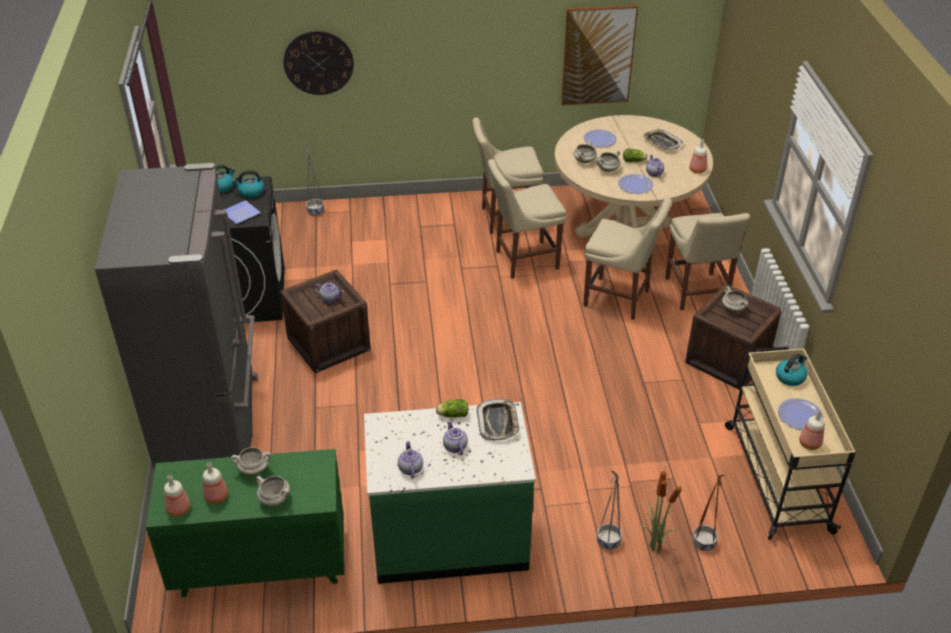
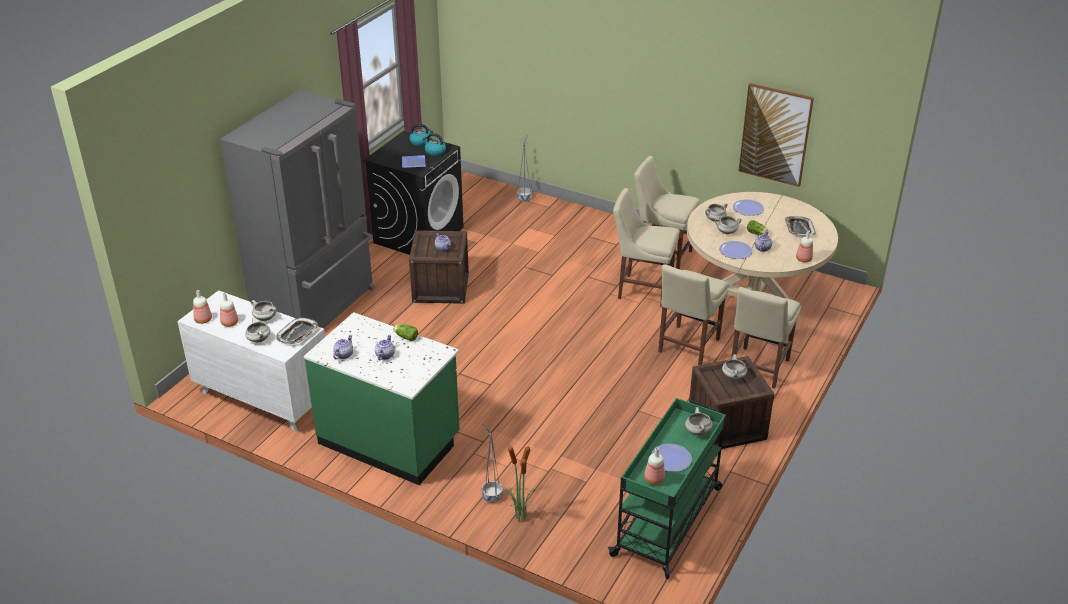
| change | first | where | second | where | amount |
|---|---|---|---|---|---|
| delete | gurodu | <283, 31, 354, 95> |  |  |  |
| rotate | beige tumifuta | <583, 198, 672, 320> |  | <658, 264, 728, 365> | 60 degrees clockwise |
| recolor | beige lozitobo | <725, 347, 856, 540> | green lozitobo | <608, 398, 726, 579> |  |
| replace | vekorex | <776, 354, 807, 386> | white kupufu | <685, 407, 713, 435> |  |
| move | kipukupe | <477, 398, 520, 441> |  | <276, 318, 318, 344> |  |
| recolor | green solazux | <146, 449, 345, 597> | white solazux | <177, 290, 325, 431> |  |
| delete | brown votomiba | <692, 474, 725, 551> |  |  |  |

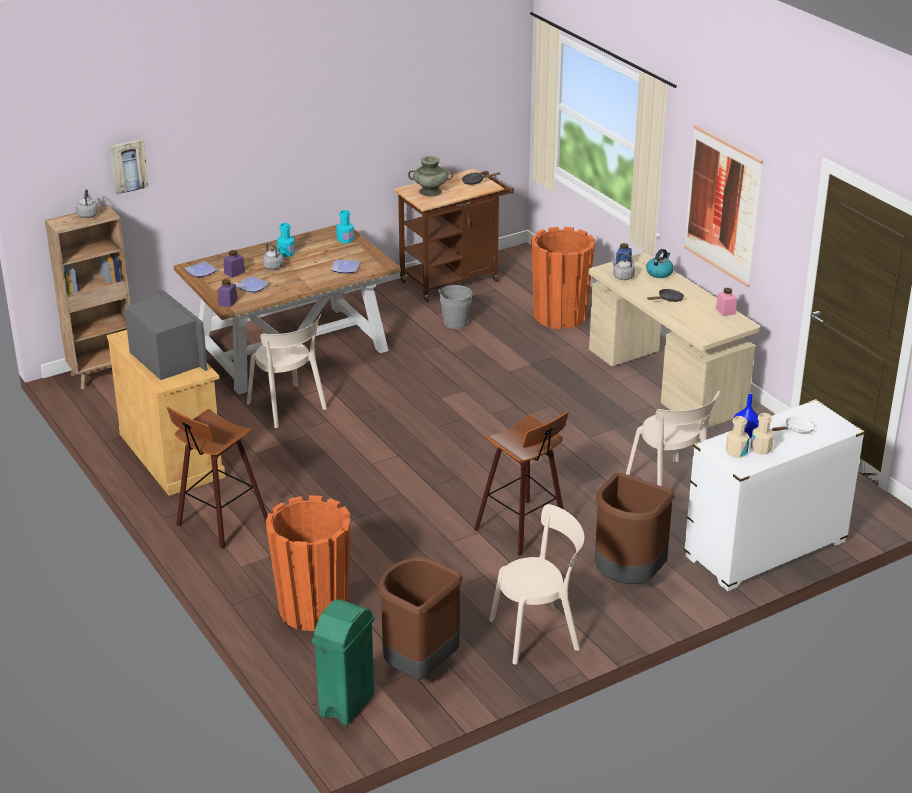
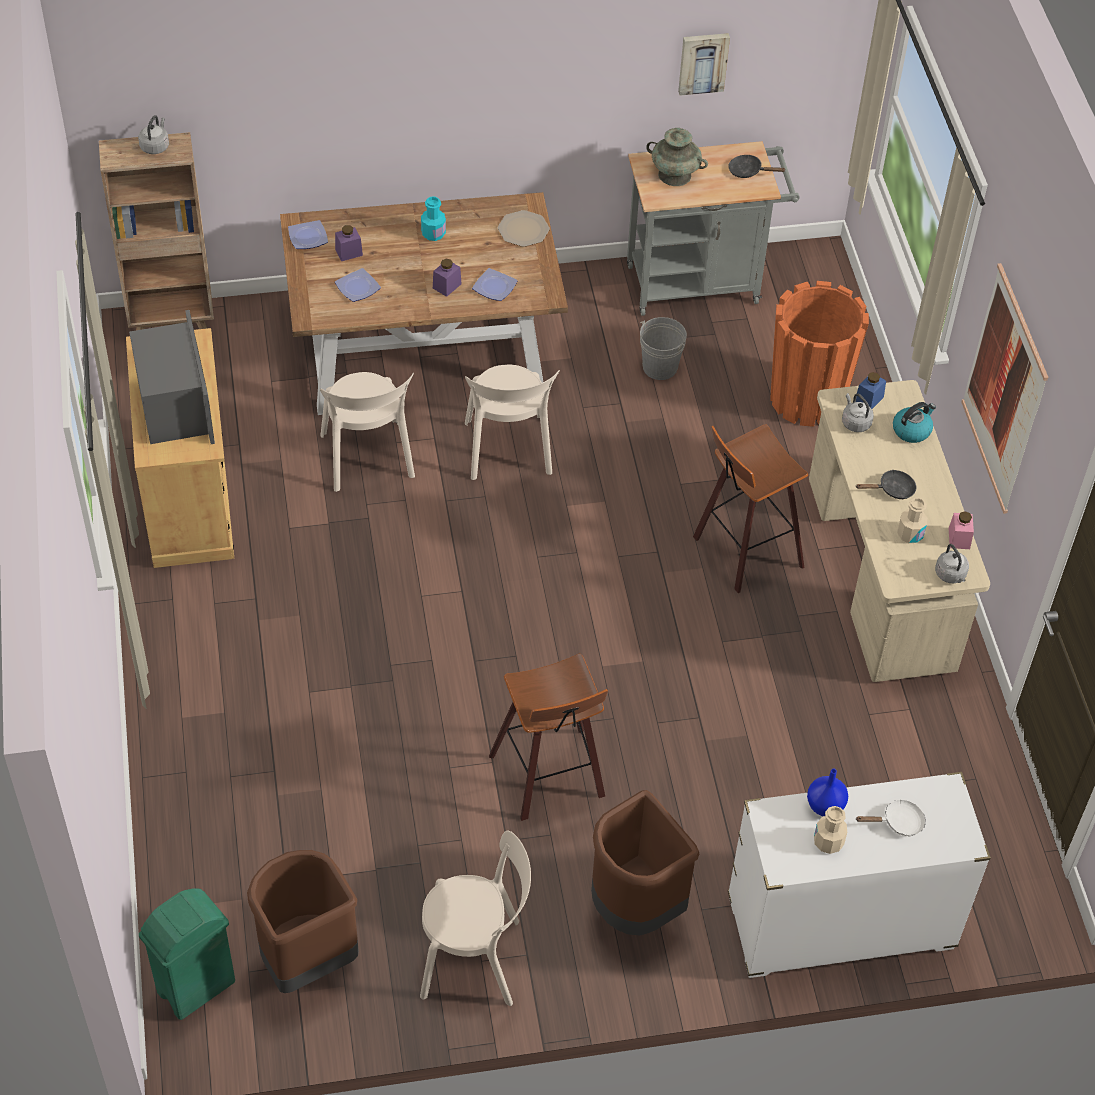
| change | first | where | second | where | amount |
|---|---|---|---|---|---|
| move | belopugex | <110, 139, 149, 195> |  | <678, 33, 730, 96> |  |
| recolor | brown lozitobo | <394, 169, 514, 302> | grey lozitobo | <627, 141, 800, 316> |  |
| replace | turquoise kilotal | <336, 210, 354, 244> | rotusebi | <498, 210, 550, 247> |  |
| move | grey vekorex | <263, 243, 284, 269> |  | <935, 544, 969, 583> |  |
| move | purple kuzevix | <218, 279, 238, 307> |  | <433, 259, 462, 297> |  |
| move | beige tumifuta | <626, 391, 720, 486> |  | <465, 365, 560, 480> |  |
| move | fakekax | <167, 407, 268, 549> |  | <693, 424, 808, 593> |  |
| move | beige kilotal | <726, 416, 750, 458> |  | <897, 498, 928, 543> |  |
| delete | orange votomiba | <266, 495, 351, 631> |  |  |  |

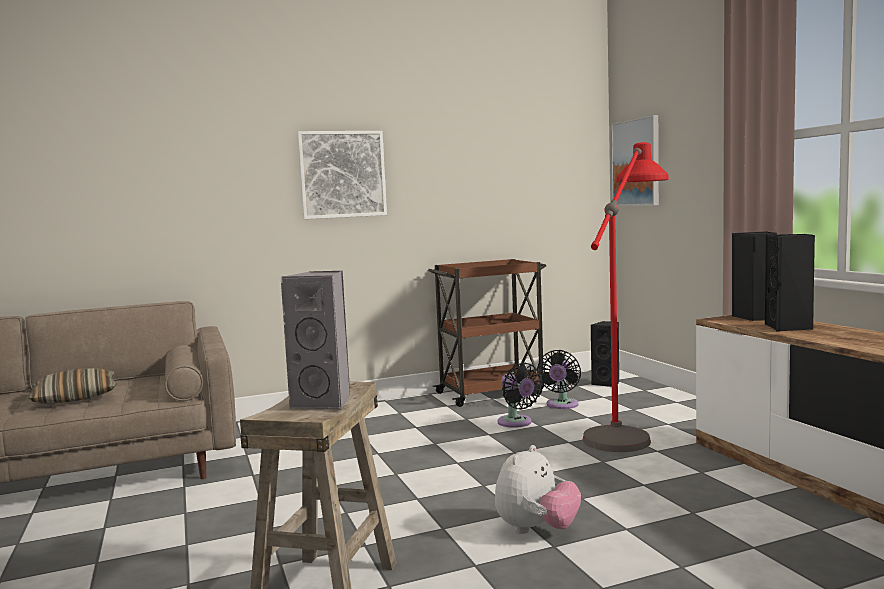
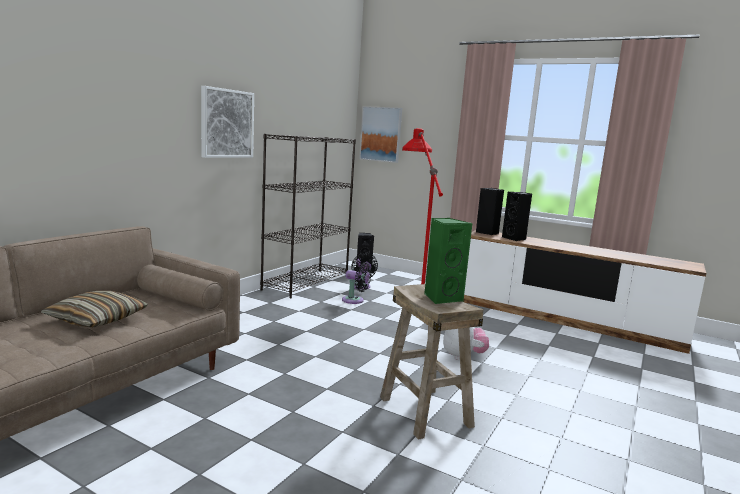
| change | first | where | second | where | amount |
|---|---|---|---|---|---|
| replace | brown lozitobo | <428, 259, 546, 407> | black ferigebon | <260, 134, 356, 298> |  |
| recolor | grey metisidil | <281, 271, 350, 409> | green metisidil | <424, 218, 472, 304> |  |

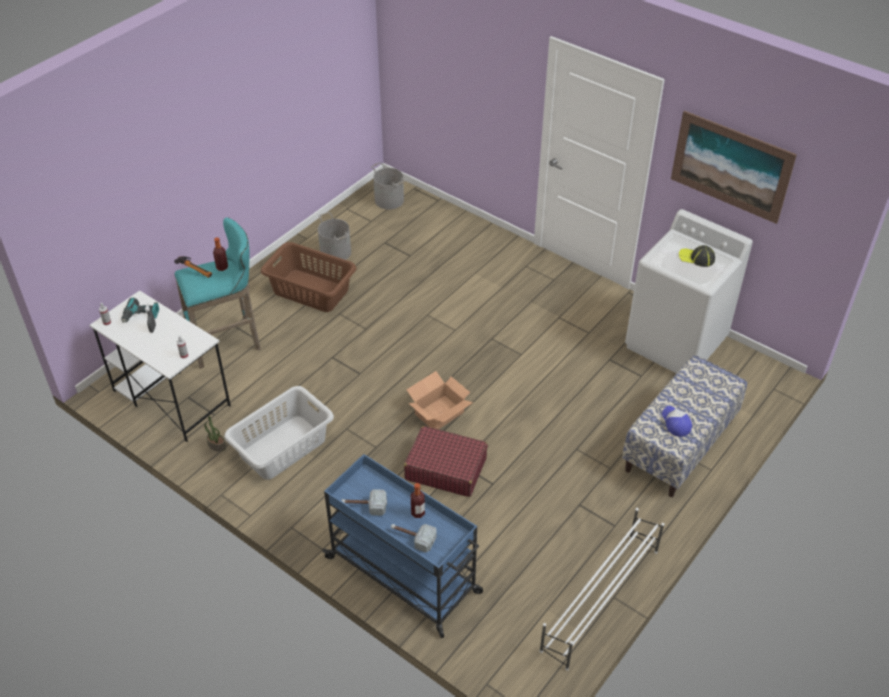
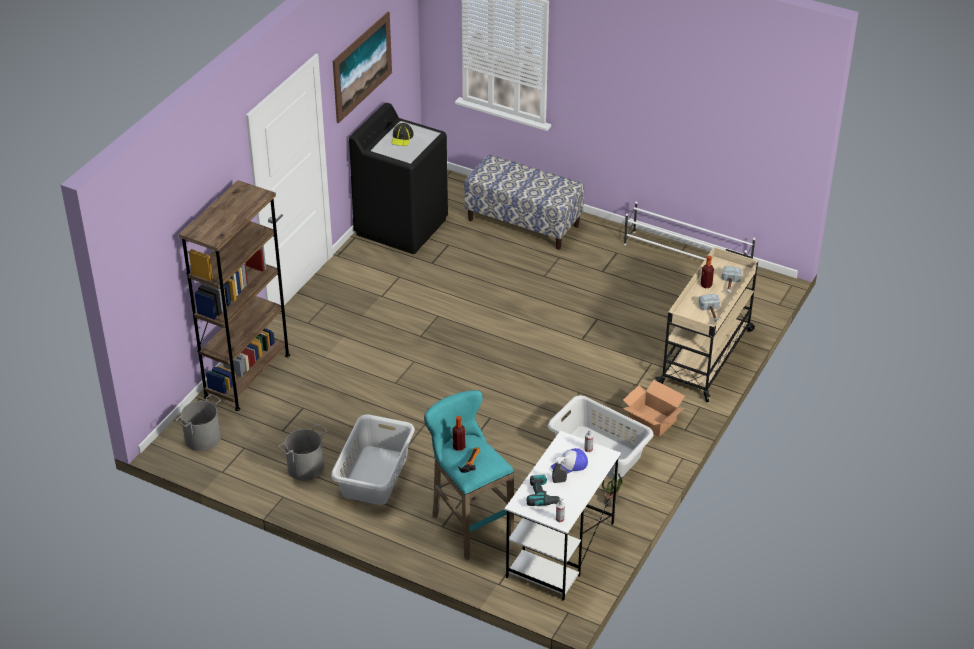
| change | first | where | second | where | amount |
|---|---|---|---|---|---|
| recolor | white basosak | <625, 209, 753, 374> | black basosak | <349, 103, 448, 254> |  |
| recolor | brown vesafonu | <261, 242, 357, 312> | grey vesafonu | <331, 414, 415, 505> |  |
| move | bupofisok | <407, 371, 473, 429> |  | <623, 380, 685, 437> |  |
| move | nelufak | <662, 406, 692, 437> |  | <551, 448, 588, 474> |  |
| delete | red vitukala | <404, 426, 488, 497> |  |  |  |
| recolor | blue lozitobo | <322, 454, 483, 638> | beige lozitobo | <655, 247, 758, 402> |  |
| insert |  |  | brown ferigebon | <178, 180, 290, 411> |  |

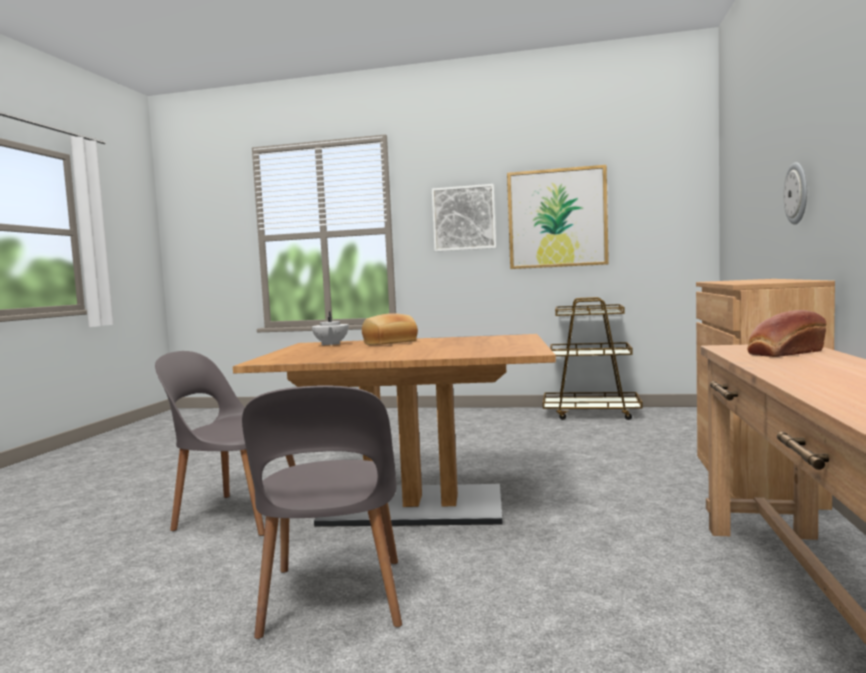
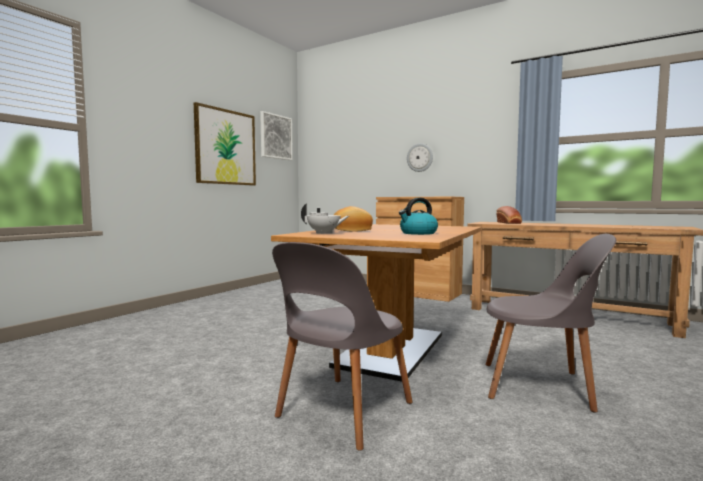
| change | first | where | second | where | amount |
|---|---|---|---|---|---|
| move | belopugex | <432, 184, 497, 252> |  | <260, 111, 293, 160> |  |
| delete | brown lozitobo | <543, 297, 642, 420> |  |  |  |
| insert |  |  | vekorex | <399, 198, 438, 235> |  |

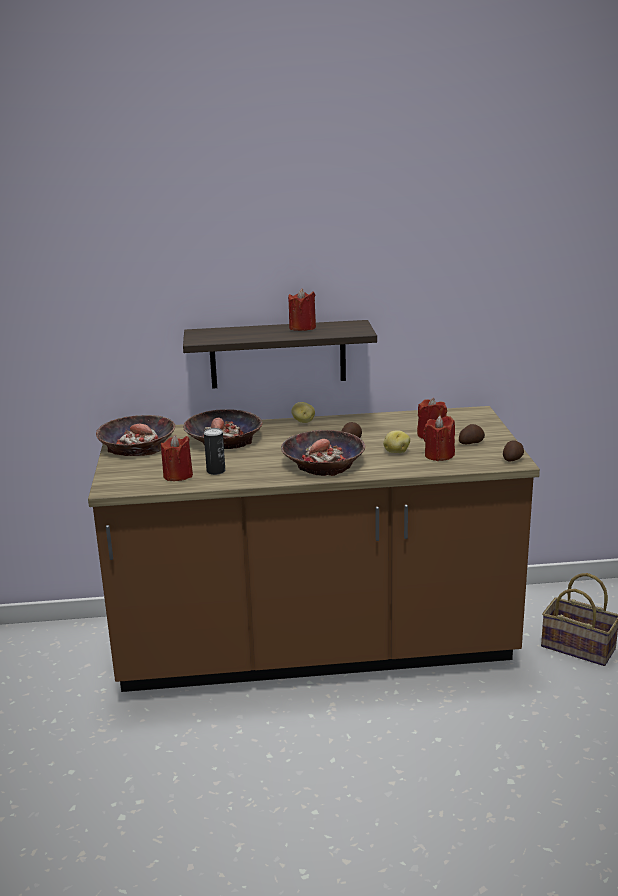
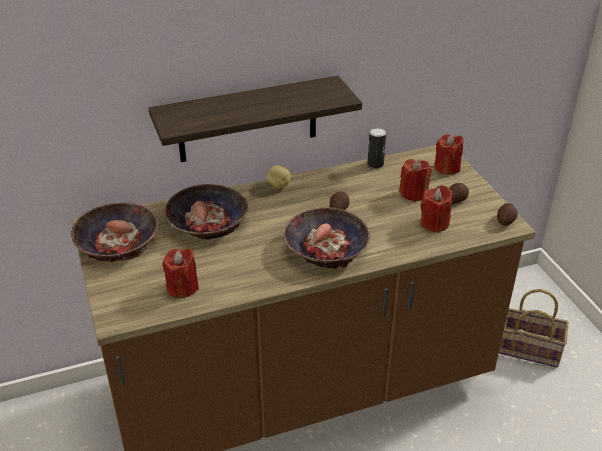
| change | first | where | second | where | amount |
|---|---|---|---|---|---|
| move | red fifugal | <288, 288, 316, 331> |  | <434, 134, 463, 175> |  |
| move | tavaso | <204, 428, 225, 475> |  | <367, 127, 386, 168> |  |
| delete | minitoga | <383, 430, 410, 453> |  |  |  |

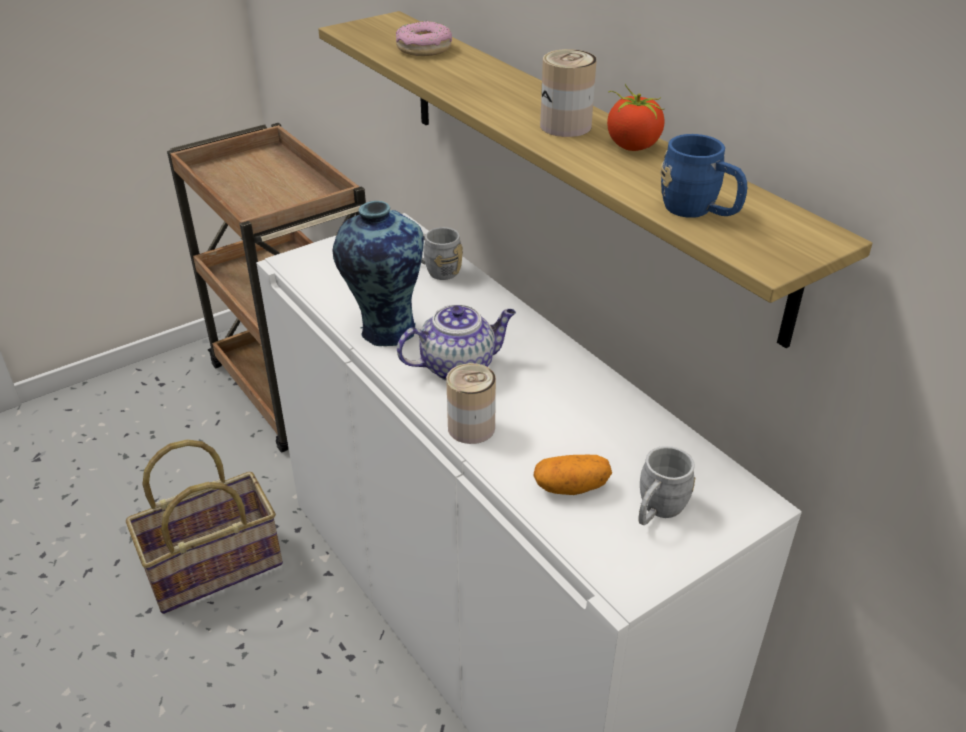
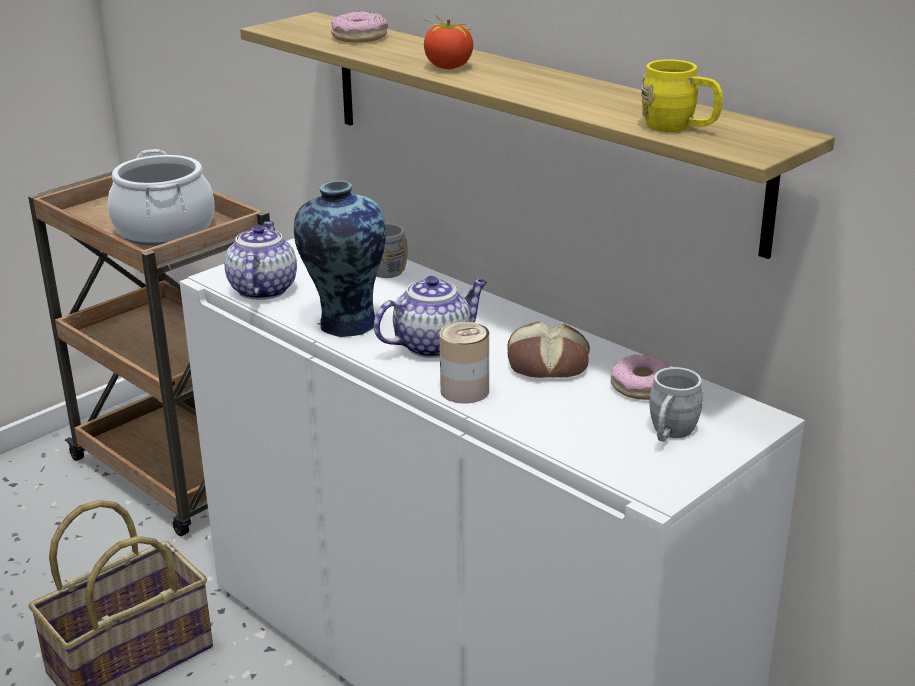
| change | first | where | second | where | amount |
|---|---|---|---|---|---|
| delete | tavaso | <540, 49, 597, 137> |  |  |  |
| move | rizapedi | <607, 84, 665, 151> |  | <422, 16, 473, 69> |  |
| recolor | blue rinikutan | <660, 134, 747, 218> | yellow rinikutan | <641, 59, 723, 132> |  |
| delete | minitoga | <533, 455, 612, 495> |  |  |  |
| insert |  |  | kupufu | <108, 149, 215, 246> |  |
| insert |  |  | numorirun | <224, 221, 297, 300> |  |
| insert |  |  | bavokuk | <507, 322, 590, 378> |  |
| insert |  |  | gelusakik | <610, 355, 671, 400> |  |

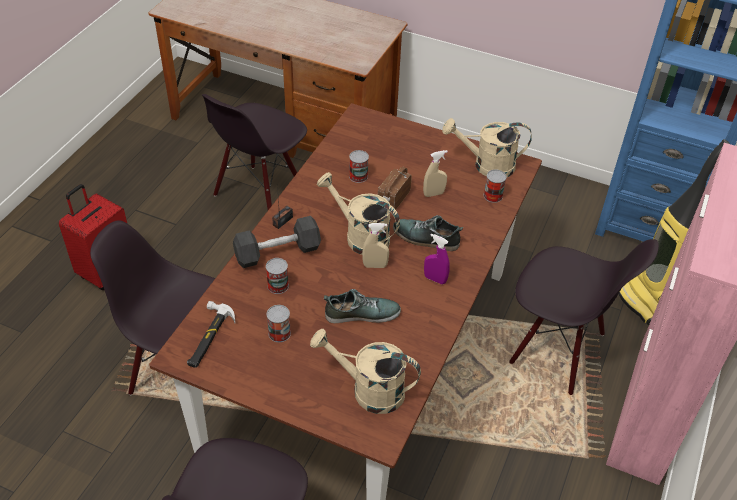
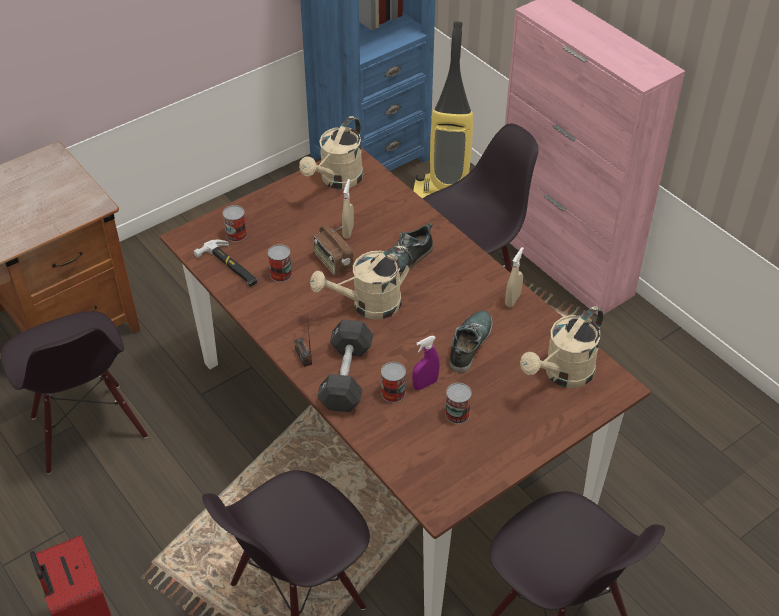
| change | first | where | second | where | amount |
|---|---|---|---|---|---|
| move | tavaso | <484, 169, 507, 203> |  | <223, 205, 247, 242> |  |
| move | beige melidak | <362, 223, 389, 268> |  | <505, 247, 524, 307> |  |
| move | purple melidak | <424, 233, 450, 284> |  | <412, 336, 440, 390> |  |
| move | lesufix | <187, 301, 235, 368> |  | <193, 240, 257, 287> |  |

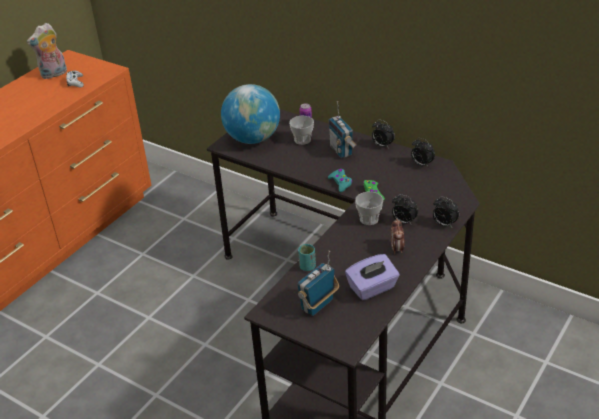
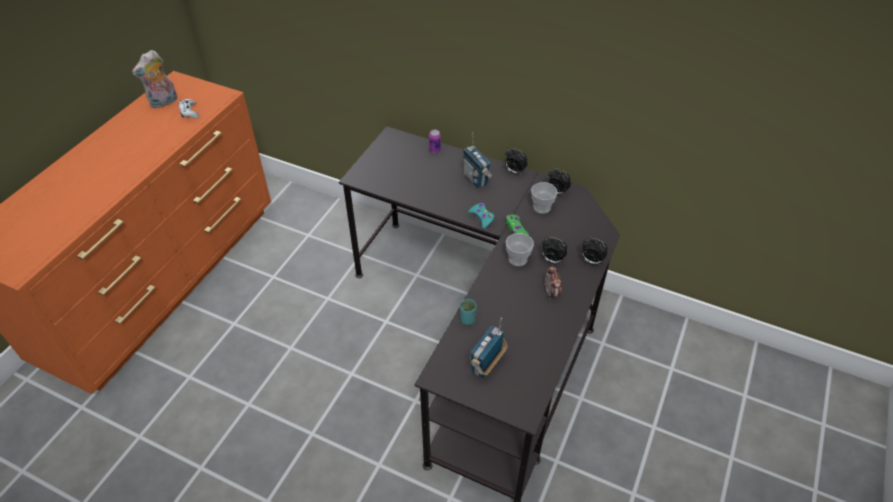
| change | first | where | second | where | amount |
|---|---|---|---|---|---|
| delete | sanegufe | <221, 84, 280, 144> |  |  |  |
| move | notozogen | <289, 116, 314, 145> |  | <531, 182, 558, 214> |  |
| delete | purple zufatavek | <345, 254, 400, 301> |  |  |  |

